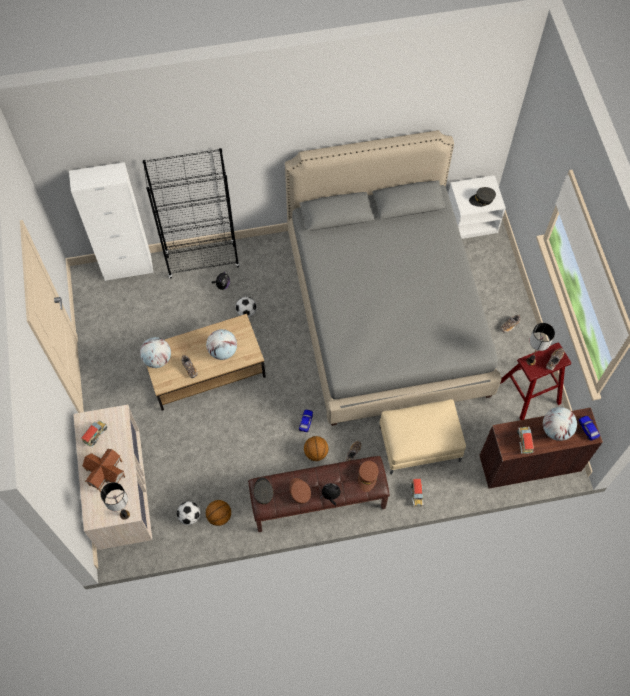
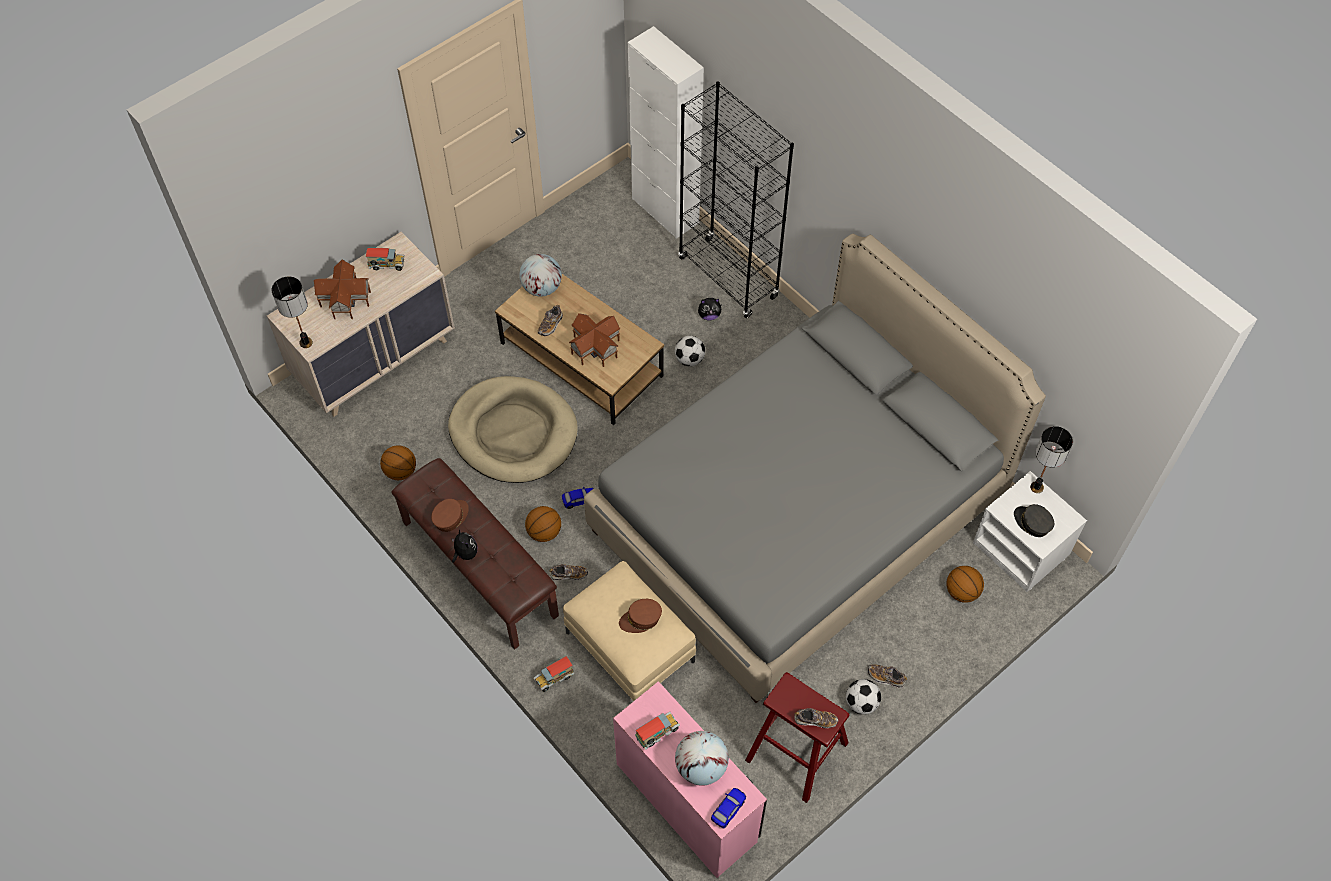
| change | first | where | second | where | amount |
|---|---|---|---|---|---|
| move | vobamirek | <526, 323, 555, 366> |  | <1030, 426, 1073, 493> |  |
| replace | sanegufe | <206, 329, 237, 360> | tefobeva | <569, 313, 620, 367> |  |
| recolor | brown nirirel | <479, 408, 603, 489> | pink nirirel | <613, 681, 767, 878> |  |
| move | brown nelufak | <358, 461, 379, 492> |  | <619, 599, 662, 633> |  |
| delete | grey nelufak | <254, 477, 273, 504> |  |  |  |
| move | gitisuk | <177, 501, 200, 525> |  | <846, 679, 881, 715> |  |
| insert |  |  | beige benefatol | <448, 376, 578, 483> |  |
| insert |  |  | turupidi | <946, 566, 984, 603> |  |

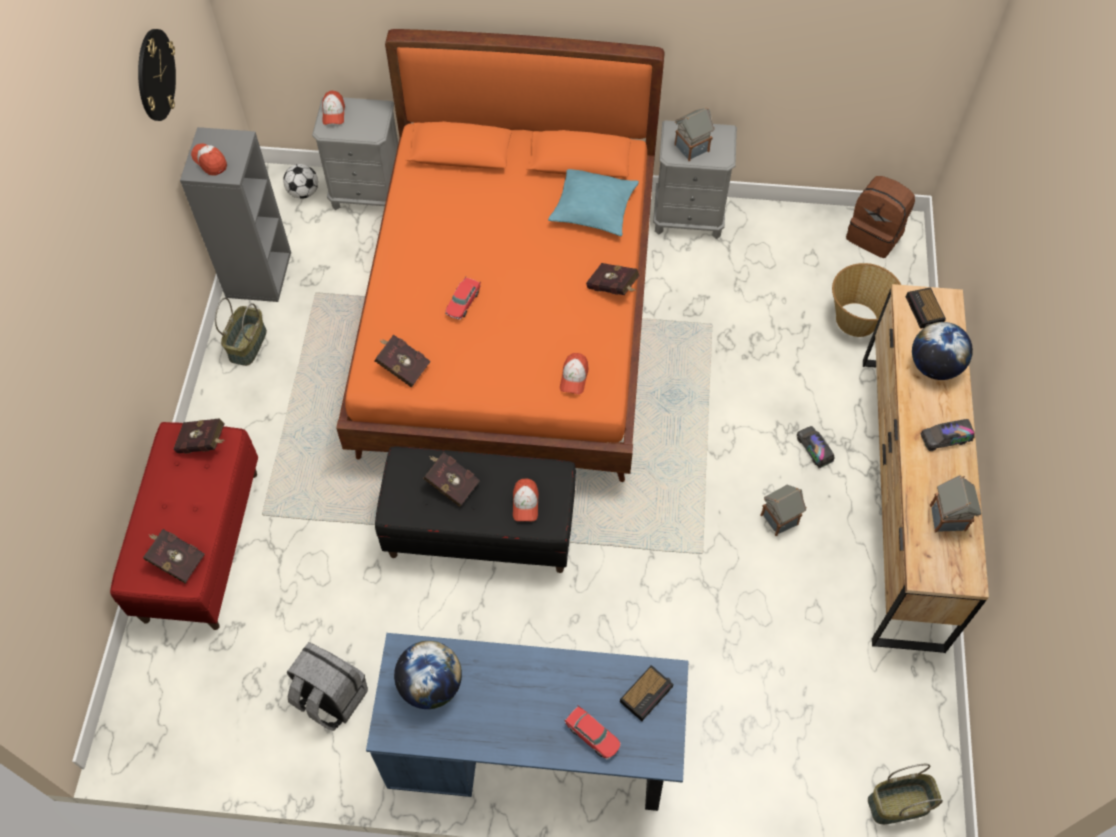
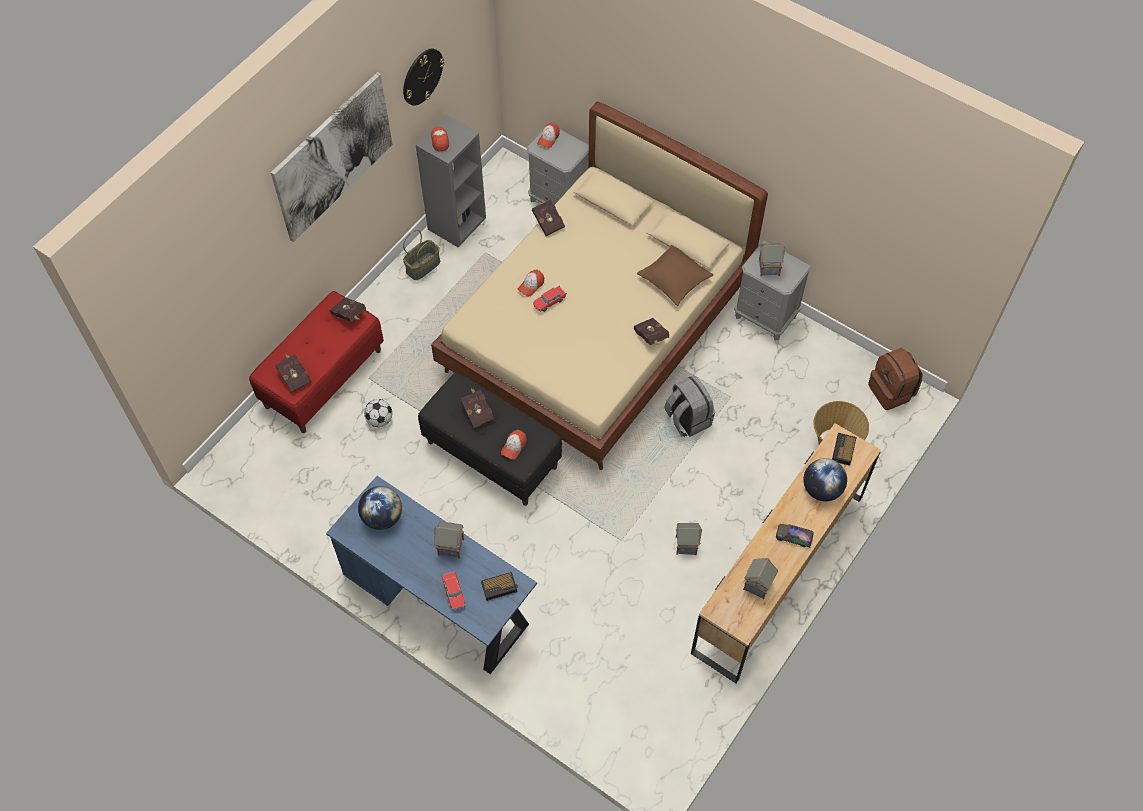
| change | first | where | second | where | amount |
|---|---|---|---|---|---|
| recolor | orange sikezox | <336, 29, 665, 482> | beige sikezox | <431, 102, 768, 470> |  |
| move | gitisuk | <283, 164, 318, 199> |  | <364, 399, 393, 427> |  |
| recolor | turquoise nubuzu | <548, 169, 639, 236> | brown nubuzu | <637, 245, 714, 306> |  |
| move | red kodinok | <374, 334, 431, 388> |  | <532, 200, 565, 236> |  |
| move | nelufak | <560, 353, 588, 394> |  | <517, 270, 544, 296> |  |
| delete | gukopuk | <797, 426, 834, 468> |  |  |  |
| move | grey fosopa | <286, 642, 368, 731> |  | <665, 375, 715, 437> |  |
| delete | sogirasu | <868, 764, 943, 824> |  |  |  |
| insert |  |  | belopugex | <271, 72, 393, 242> |  |
| insert |  |  | tefobeva | <434, 521, 464, 559> |  |

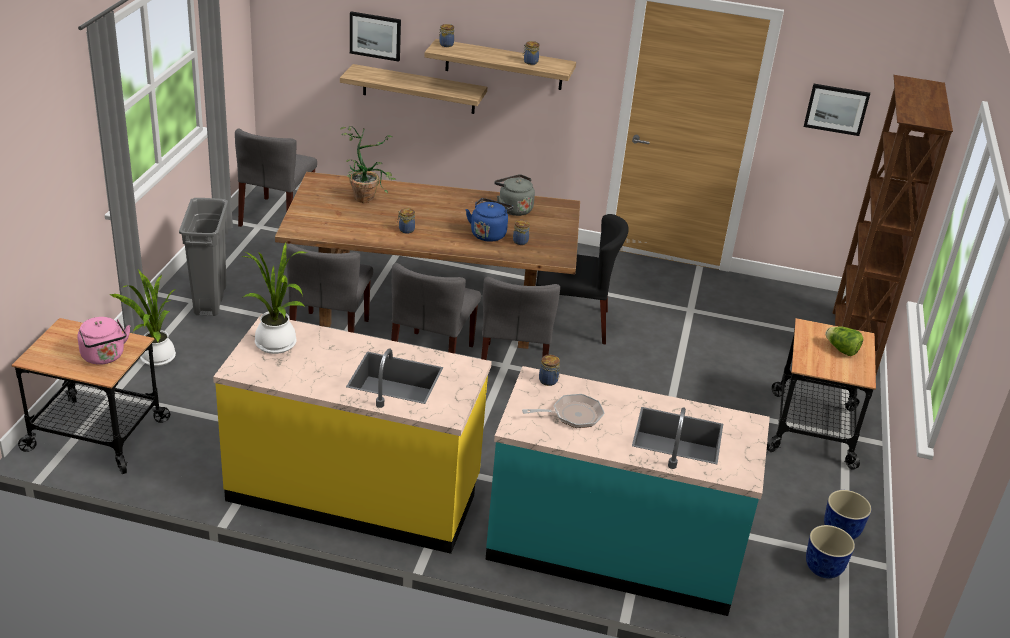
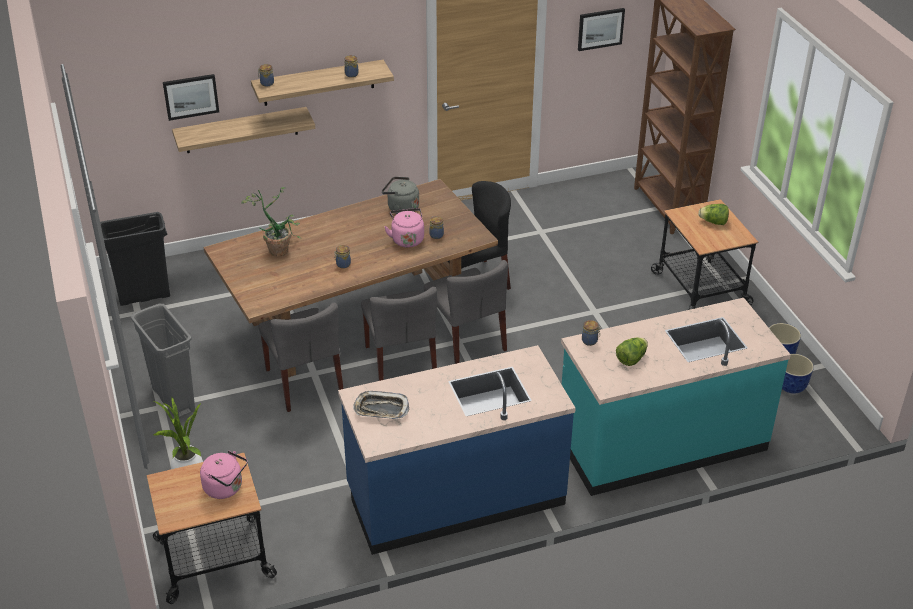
| change | first | where | second | where | amount |
|---|---|---|---|---|---|
| replace | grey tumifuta | <235, 129, 317, 227> | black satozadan | <100, 212, 170, 306> |  |
| recolor | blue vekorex | <466, 198, 513, 242> | pink vekorex | <384, 208, 424, 247> |  |
| replace | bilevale | <242, 242, 307, 354> | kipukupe | <353, 391, 409, 419> |  |
| recolor | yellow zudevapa | <213, 314, 492, 554> | blue zudevapa | <338, 345, 576, 555> |  |
| replace | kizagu | <522, 394, 605, 428> | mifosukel | <616, 337, 648, 366> |  |

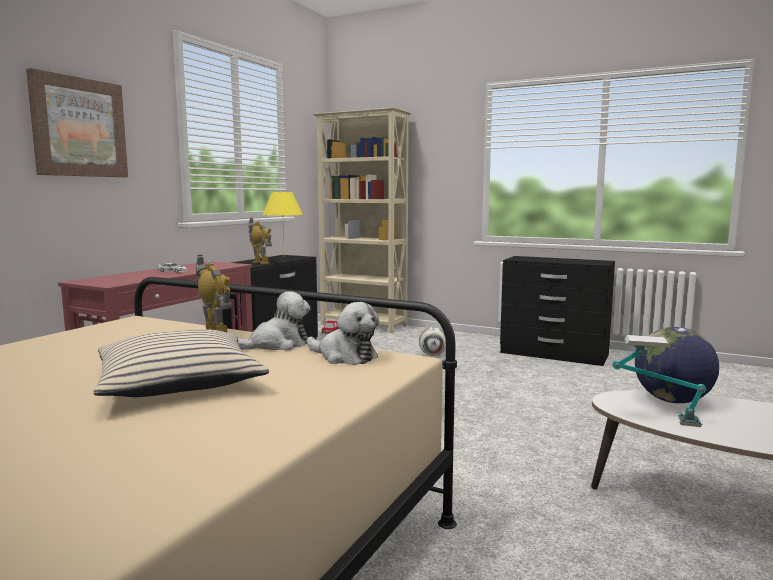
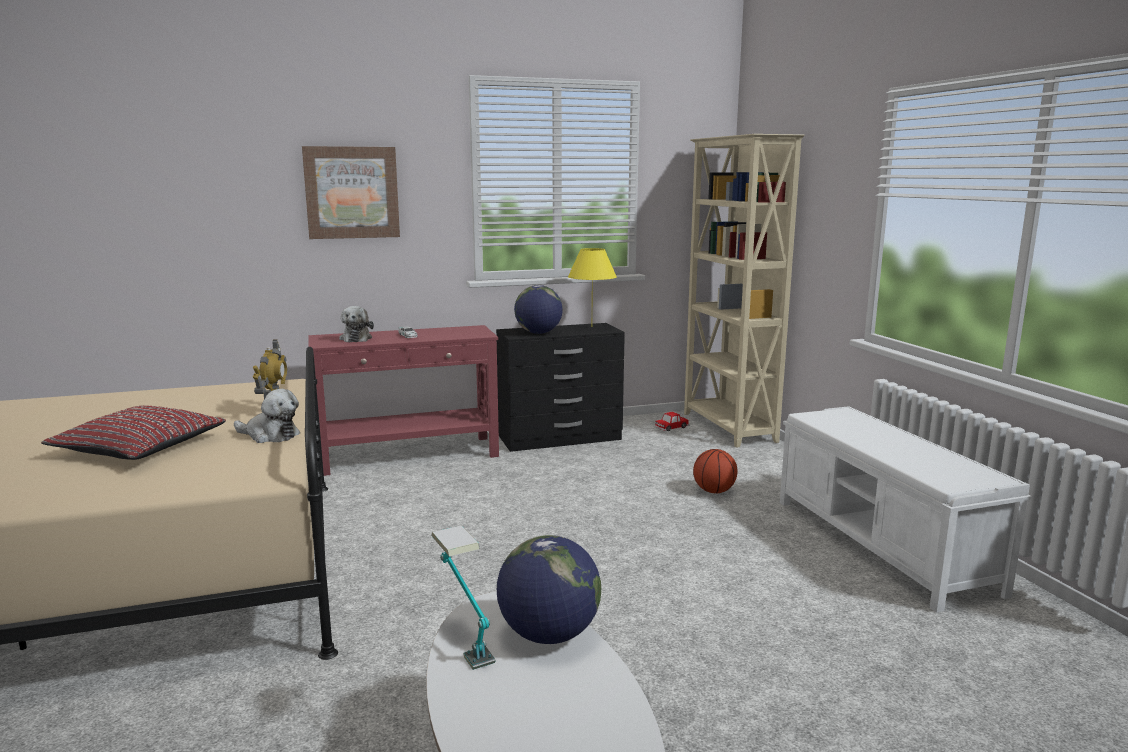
| change | first | where | second | where | amount |
|---|---|---|---|---|---|
| replace | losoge | <249, 217, 272, 264> | sanegufe | <514, 285, 563, 334> |  |
| replace | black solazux | <500, 256, 615, 366> | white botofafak | <780, 406, 1032, 613> |  |
| move | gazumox | <307, 302, 379, 365> |  | <339, 306, 374, 342> |  |
| replace | gitisuk | <419, 327, 446, 356> | turupidi | <693, 449, 737, 493> |  |
| recolor | beige nubuzu | <93, 329, 269, 397> | red nubuzu | <41, 405, 226, 460> |  |

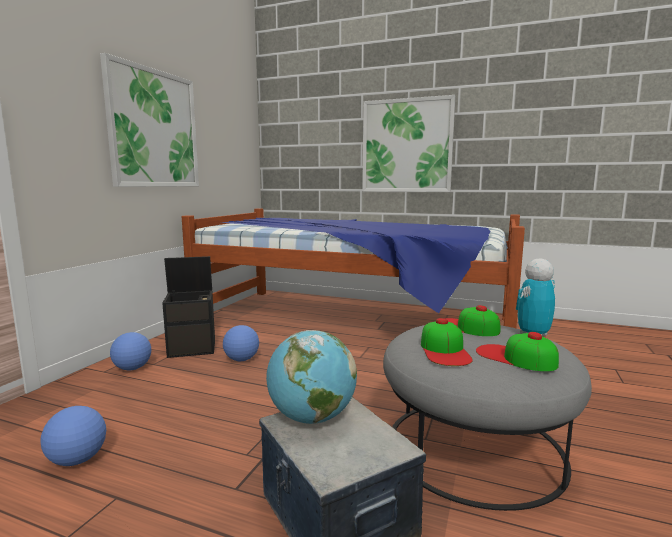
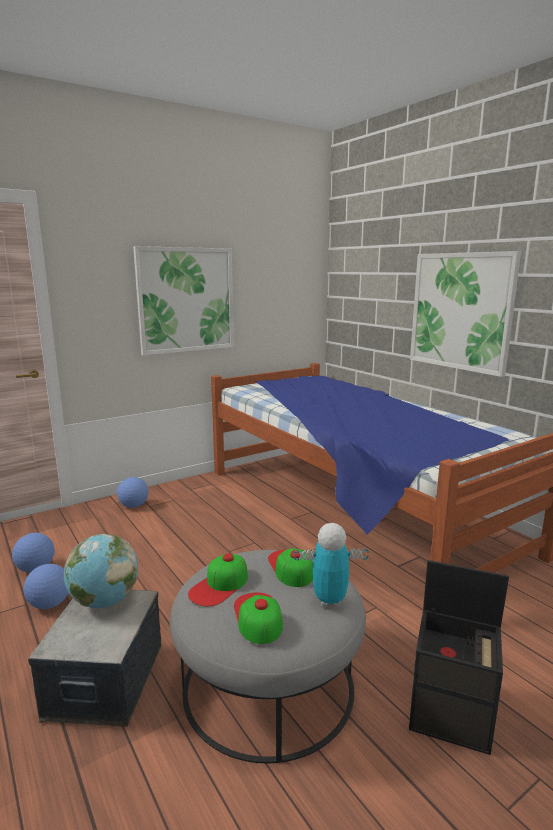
| change | first | where | second | where | amount |
|---|---|---|---|---|---|
| move | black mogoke | <162, 256, 215, 358> |  | <409, 560, 509, 755> |  |
| move | gitisuk | <223, 325, 259, 361> |  | <23, 564, 69, 609> |  |

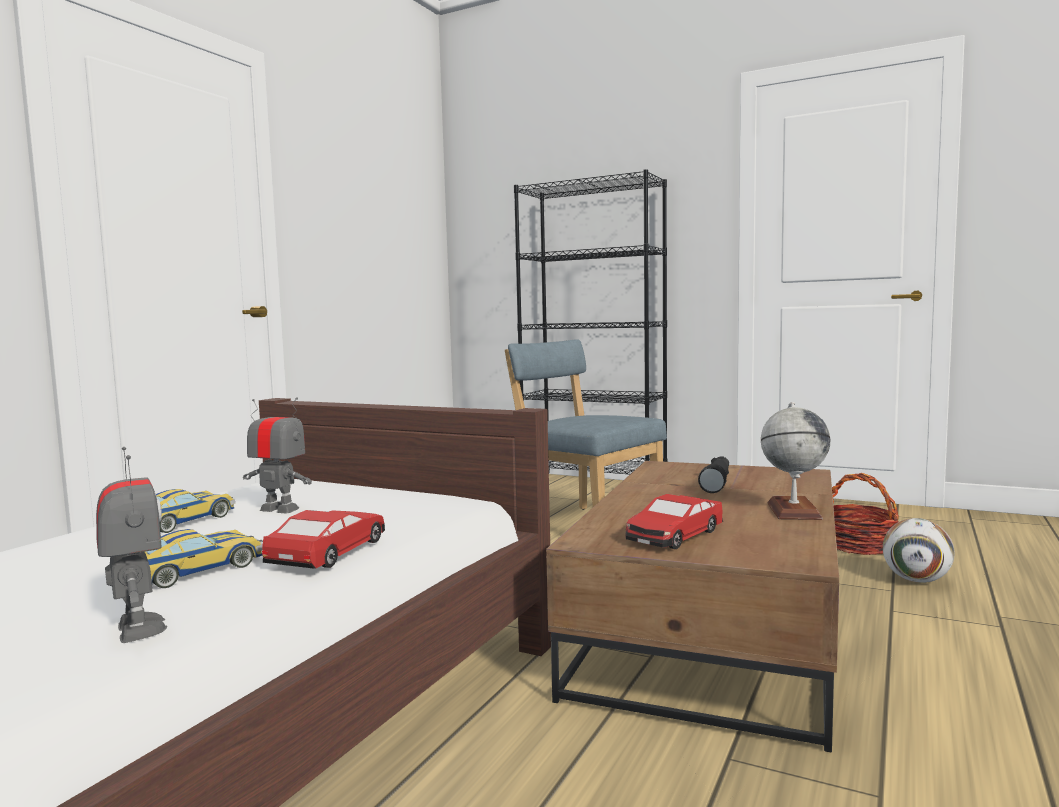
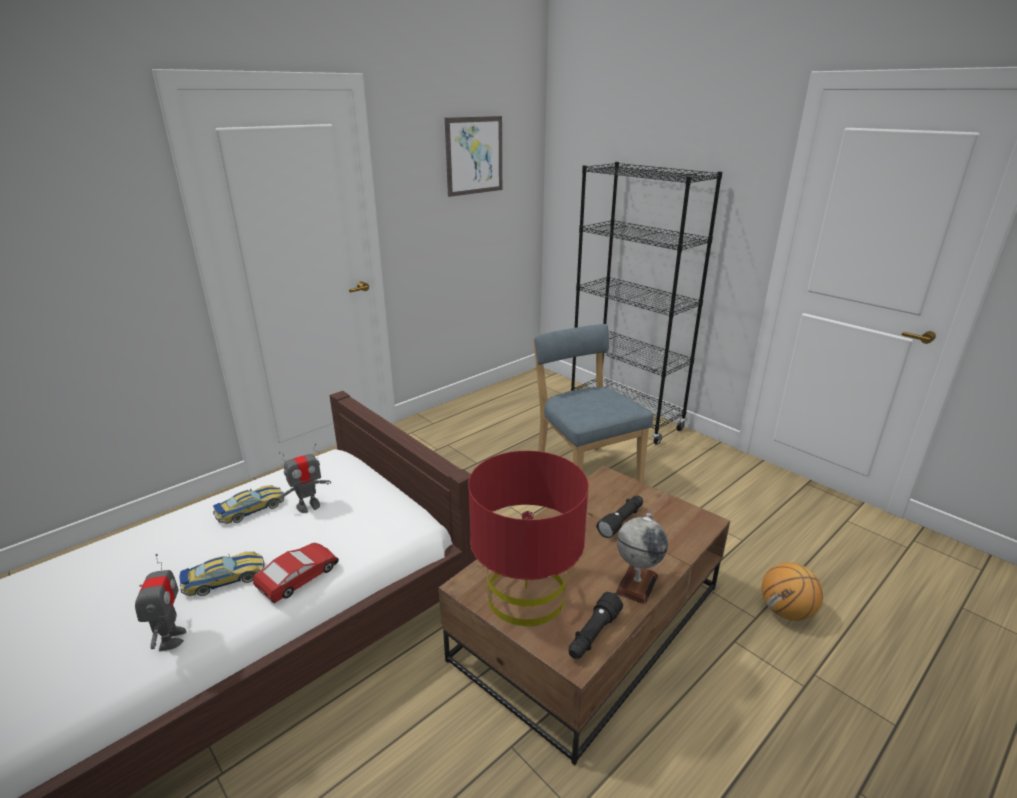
| change | first | where | second | where | amount |
|---|---|---|---|---|---|
| rotate | losoge | <243, 397, 312, 513> |  | <279, 444, 331, 513> | 105 degrees clockwise |
| delete | sogirasu | <832, 473, 899, 555> |  |  |  |
| replace | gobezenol | <626, 494, 723, 549> | red vobamirek | <468, 451, 589, 626> |  |
| replace | gitisuk | <883, 518, 955, 583> | turupidi | <762, 563, 823, 621> |  |
| insert |  |  | belopugex | <445, 116, 502, 197> |  |
| insert |  |  | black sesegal | <569, 592, 623, 659> |  |

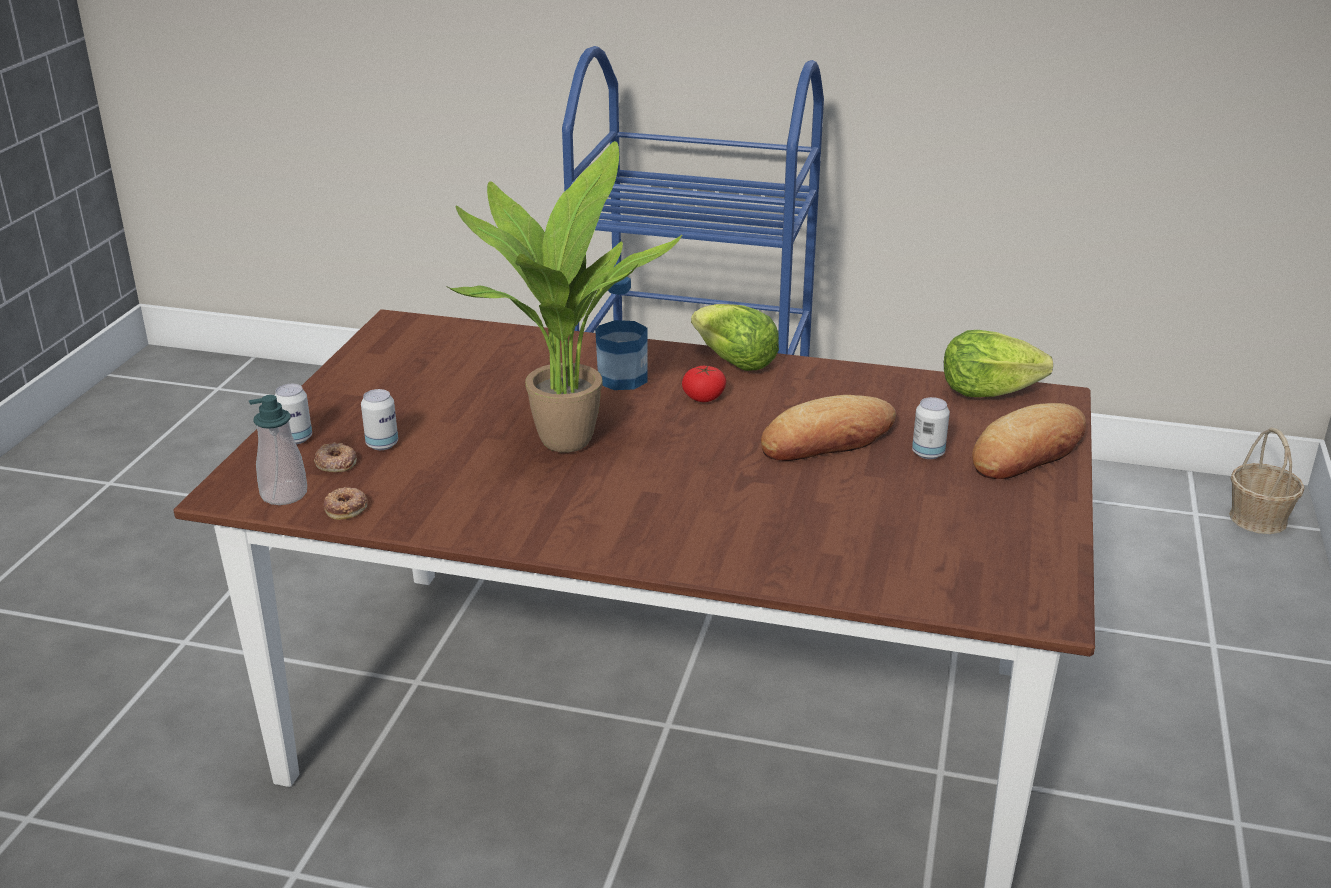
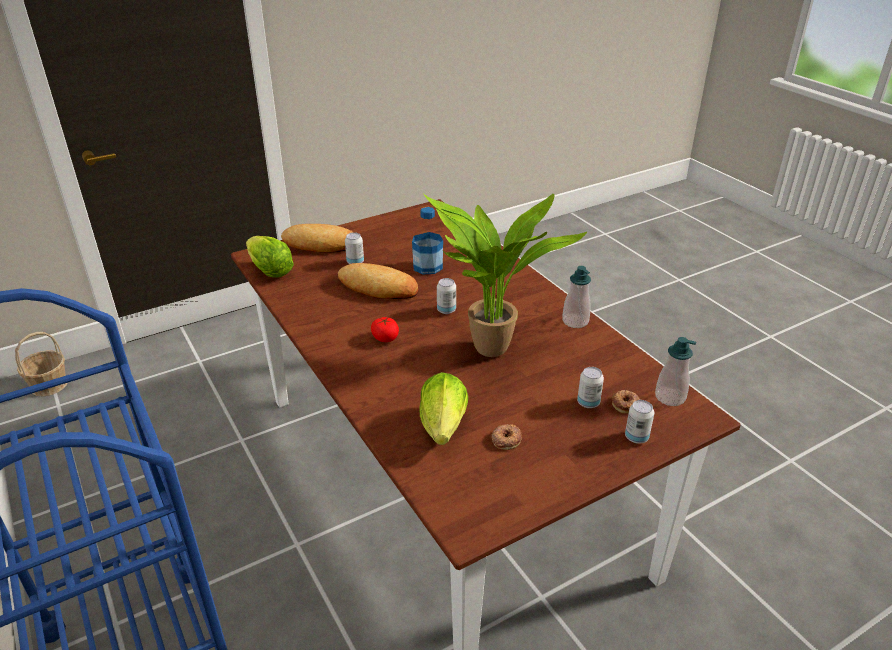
| change | first | where | second | where | amount |
|---|---|---|---|---|---|
| move | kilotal | <595, 277, 648, 390> |  | <412, 207, 443, 274> |  |
| move | mifosukel | <691, 304, 779, 371> |  | <419, 372, 468, 445> |  |
| move | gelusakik | <323, 487, 368, 520> |  | <492, 424, 522, 450> |  |
| insert |  |  | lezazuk | <562, 266, 591, 328> |  |
| insert |  |  | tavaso | <437, 278, 456, 314> |  |

